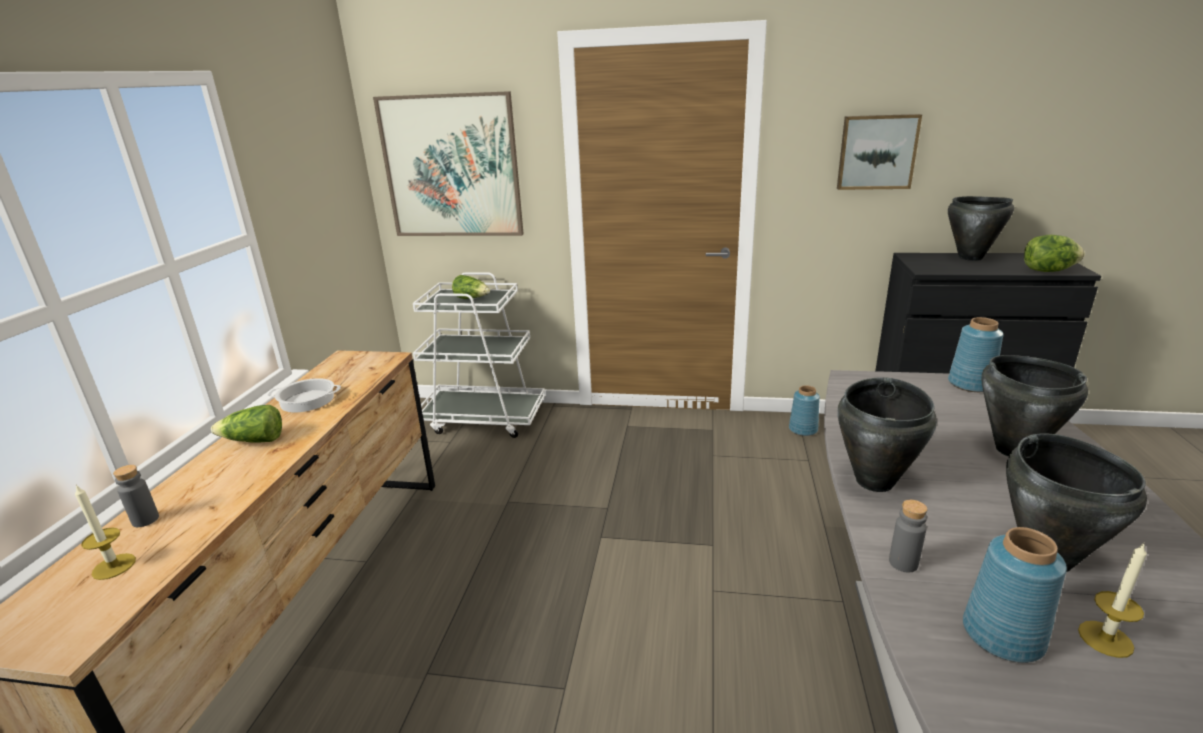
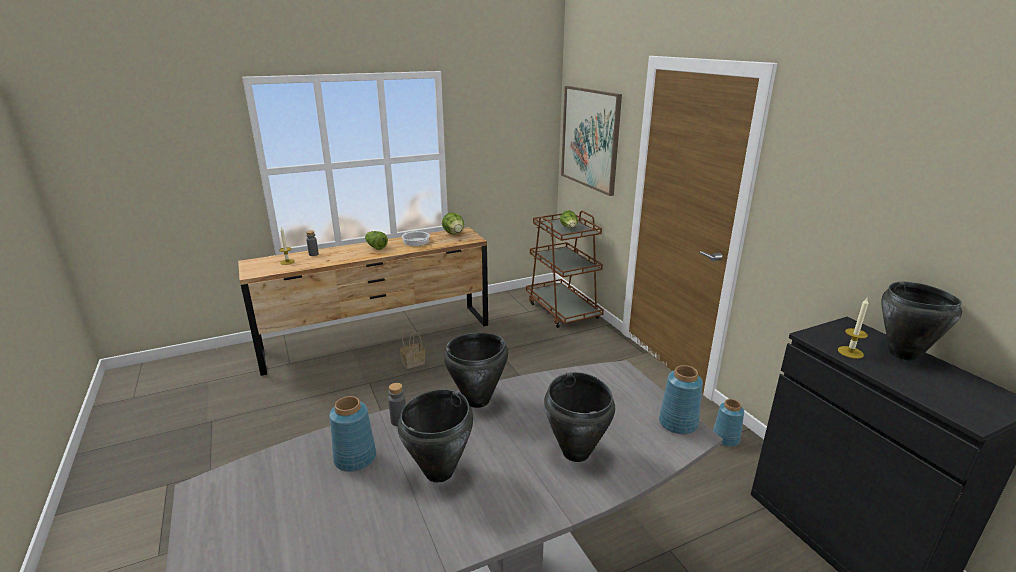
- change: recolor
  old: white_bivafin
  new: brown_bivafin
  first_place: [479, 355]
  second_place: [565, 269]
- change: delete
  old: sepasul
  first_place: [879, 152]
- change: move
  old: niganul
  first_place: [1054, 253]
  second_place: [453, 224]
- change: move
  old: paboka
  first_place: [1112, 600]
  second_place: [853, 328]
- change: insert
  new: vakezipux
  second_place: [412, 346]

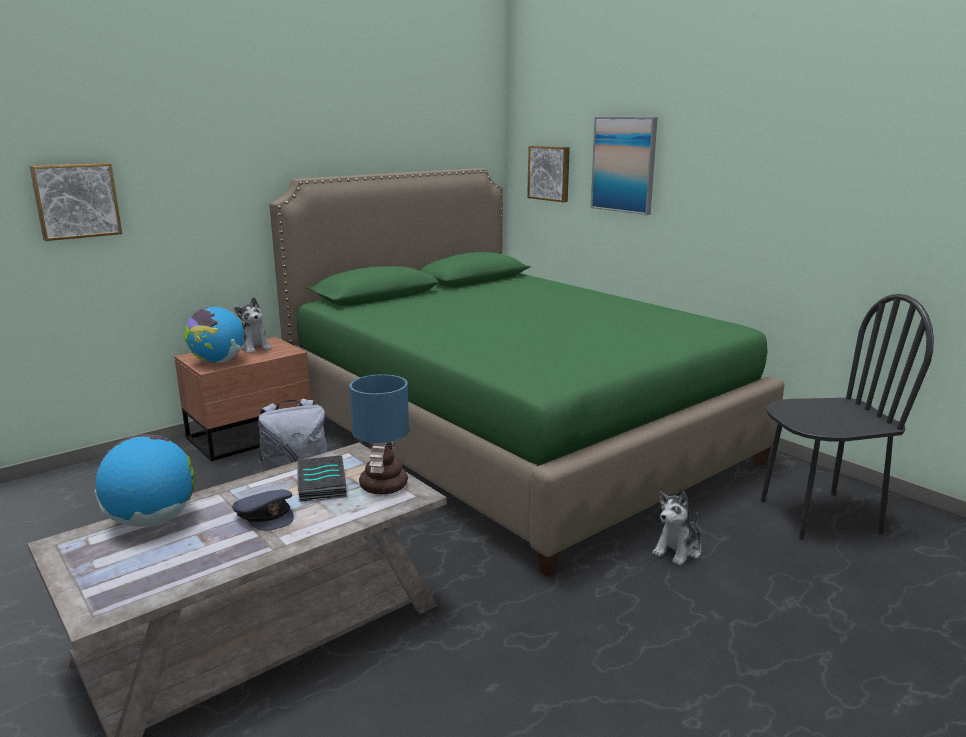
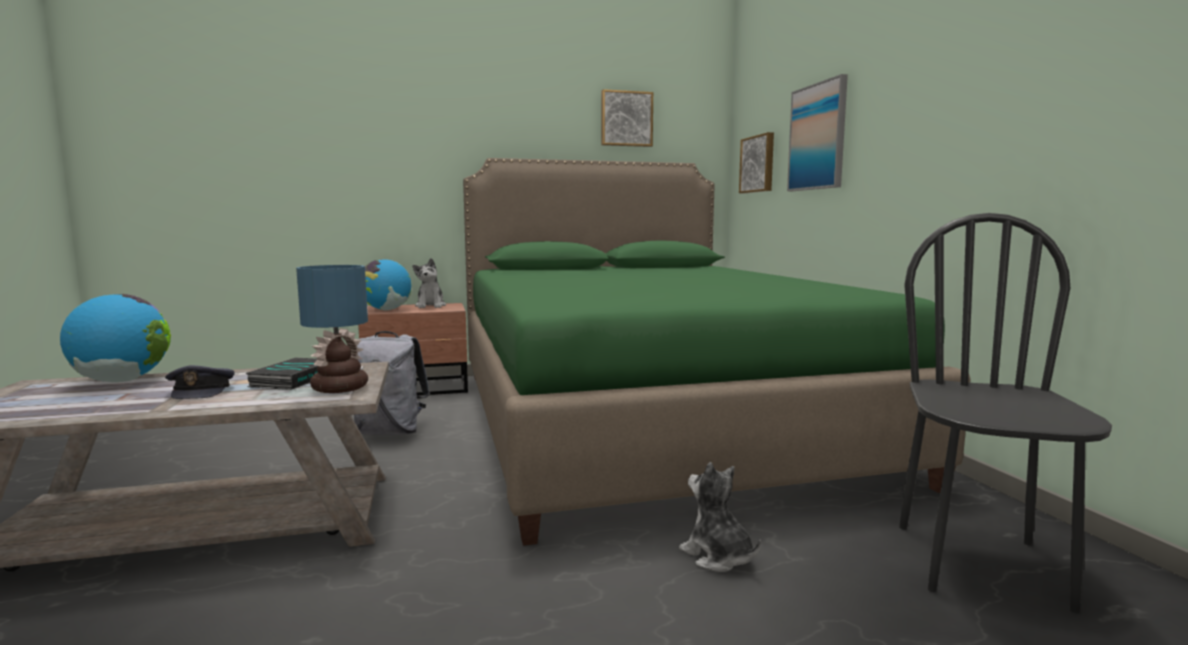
- change: move
  old: sepasul
  first_place: [75, 202]
  second_place: [627, 118]
- change: rotate
  old: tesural
  first_place: [677, 528]
  second_place: [720, 517]
  degrees: 75
- change: rotate
  old: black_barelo
  first_place: [847, 417]
  second_place: [1005, 413]
  degrees: -90

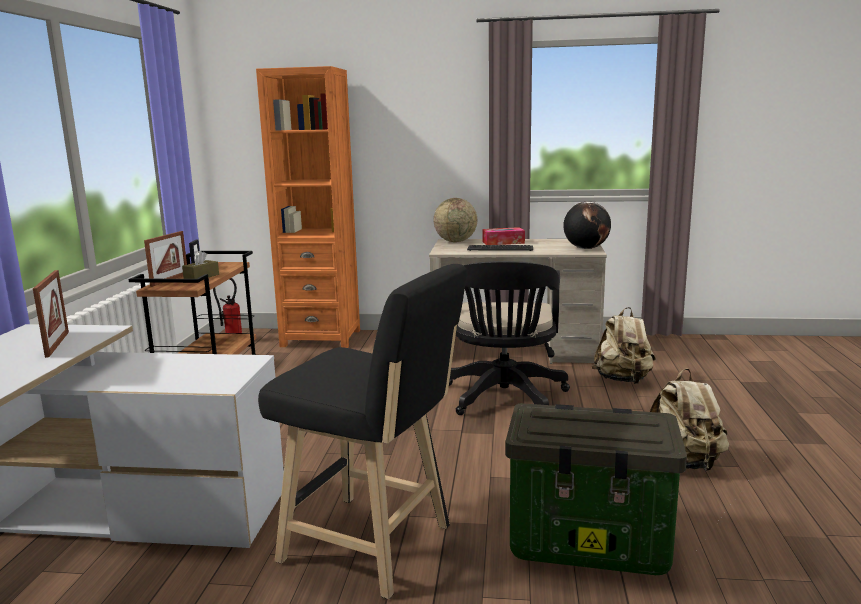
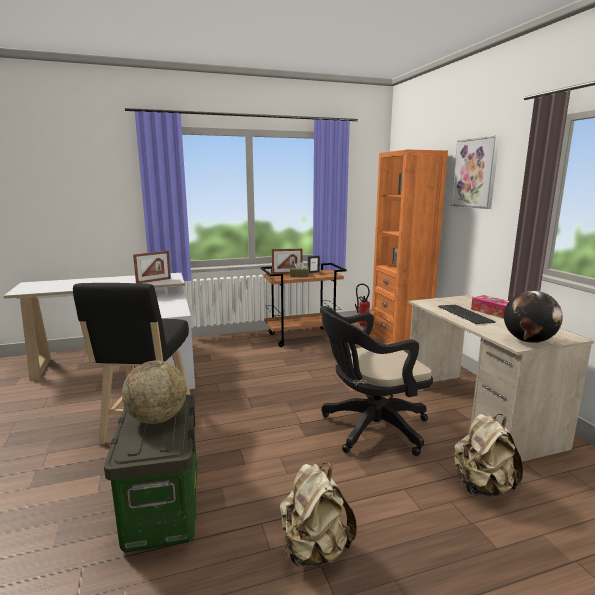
- change: move
  old: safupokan
  first_place: [455, 220]
  second_place: [154, 392]
- change: insert
  new: sepasul
  second_place: [475, 172]

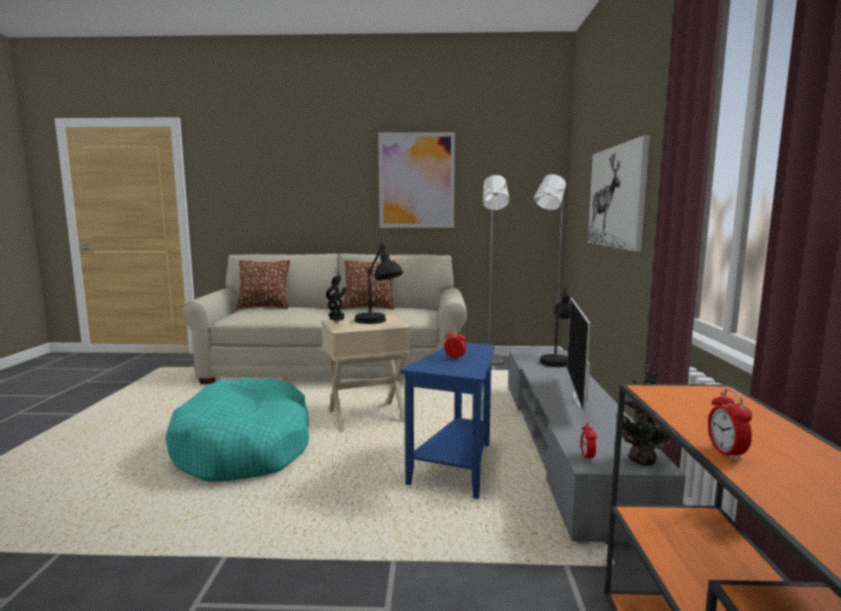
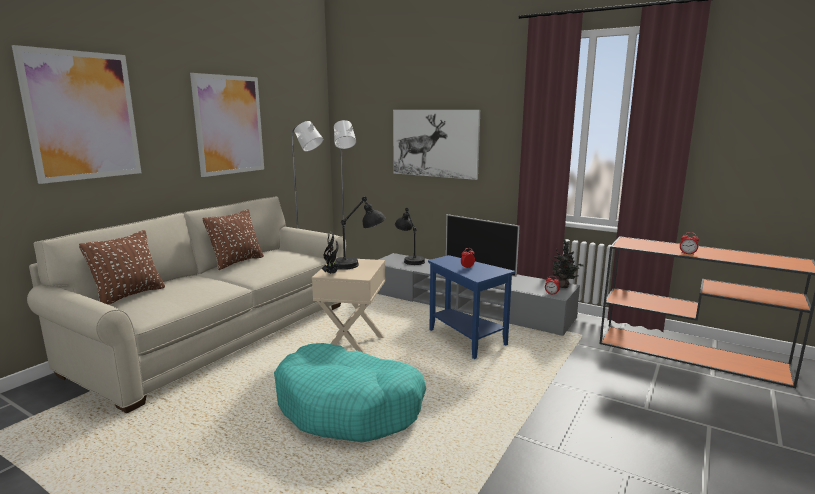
- change: insert
  new: sepasul
  second_place: [76, 114]

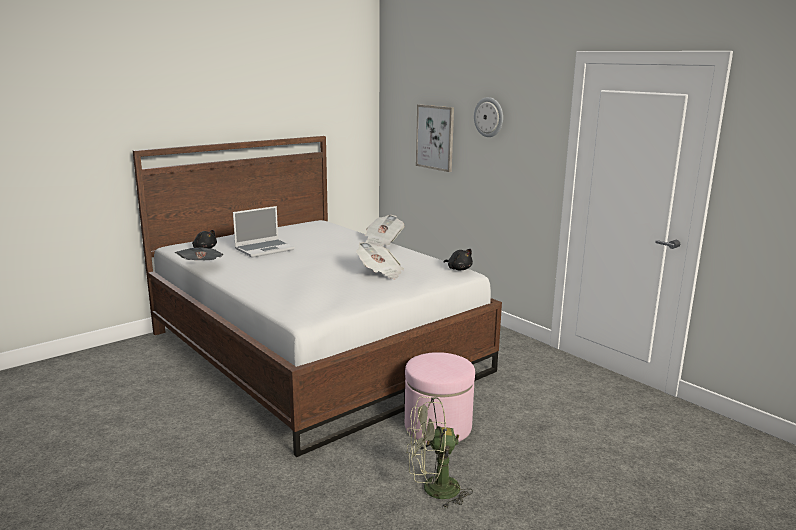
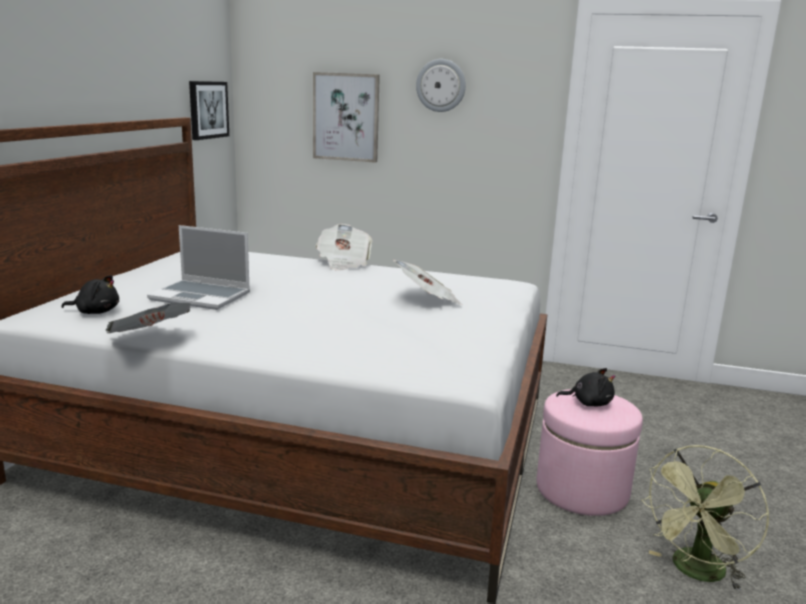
- change: rotate
  old: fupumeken
  first_place: [264, 232]
  second_place: [198, 267]
  degrees: 90
- change: move
  old: black_tesural
  first_place: [458, 259]
  second_place: [585, 387]
- change: insert
  new: sepasul
  second_place: [209, 110]

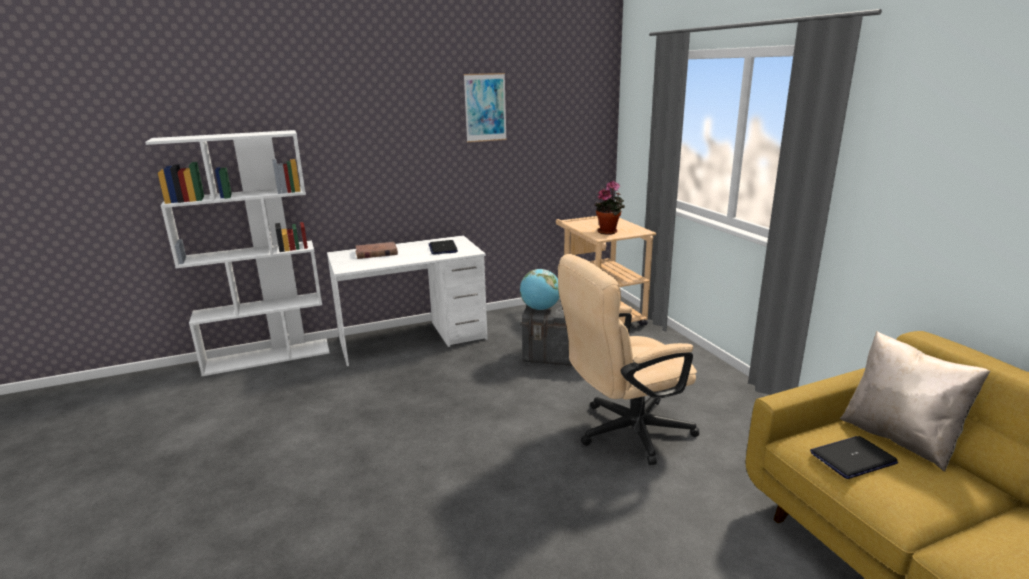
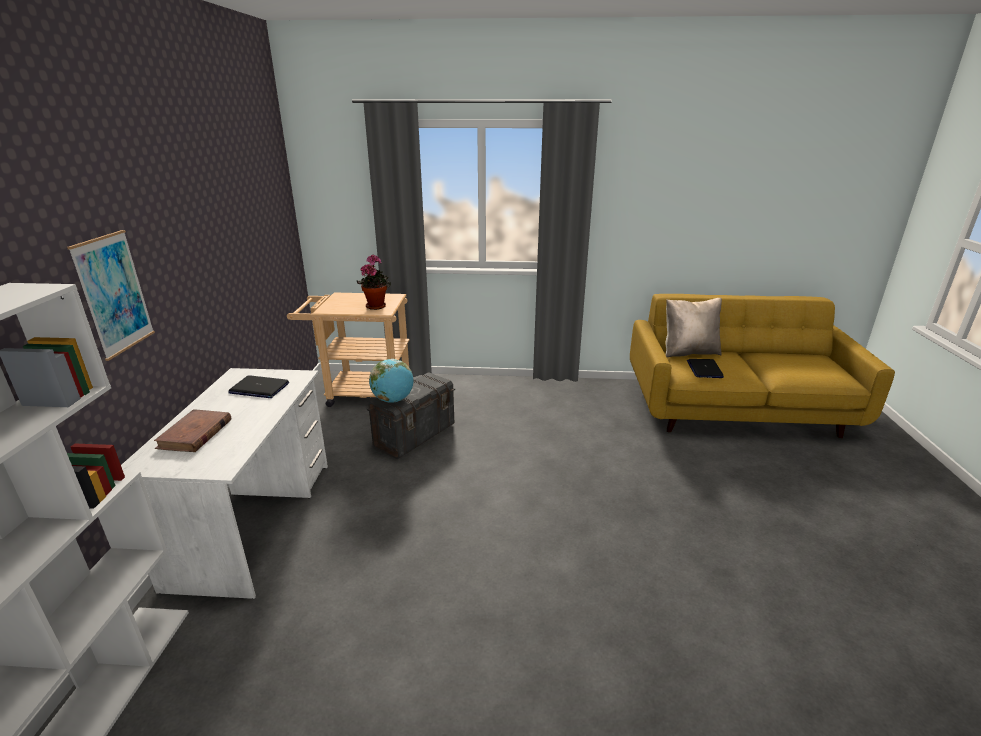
- change: move
  old: sepasul
  first_place: [485, 107]
  second_place: [111, 295]
- change: delete
  old: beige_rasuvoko
  first_place: [628, 359]

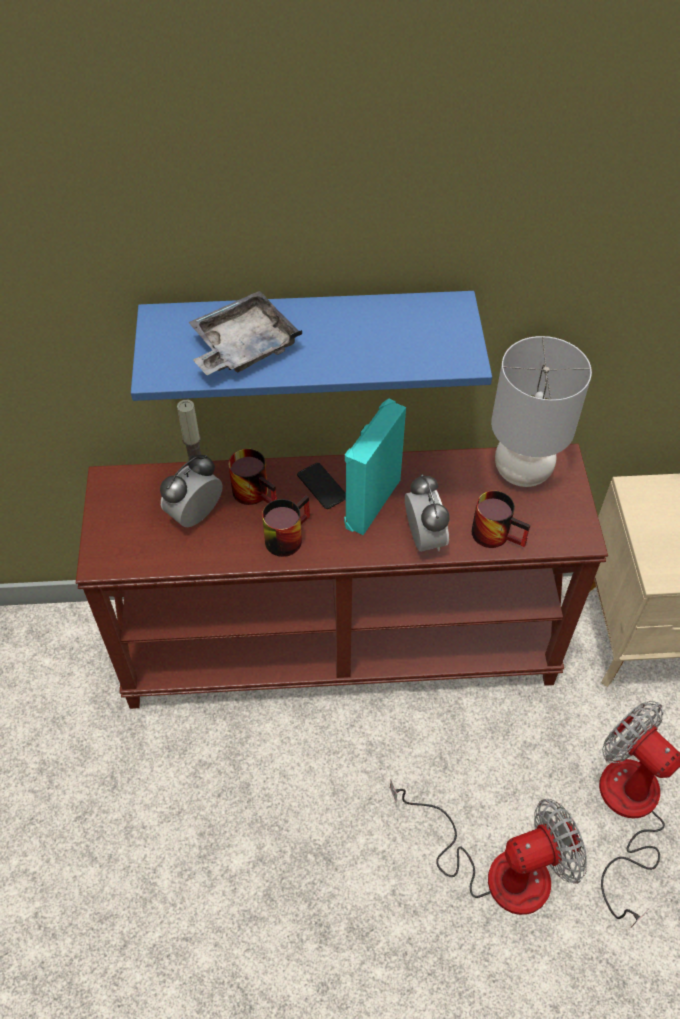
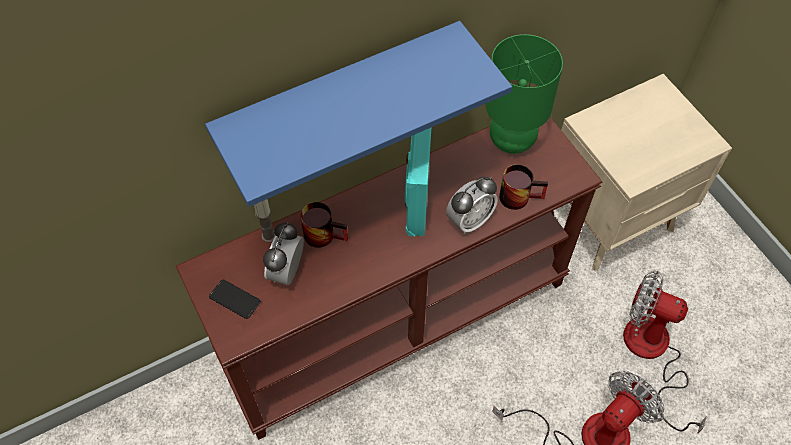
- change: delete
  old: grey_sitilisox
  first_place: [245, 333]
- change: delete
  old: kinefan
  first_place: [286, 526]
- change: move
  old: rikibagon
  first_place: [321, 486]
  second_place: [235, 299]
- change: rotate
  old: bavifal
  first_place: [427, 513]
  second_place: [472, 205]
  degrees: 90
- change: recolor
  old: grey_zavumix
  new: green_zavumix
  first_place: [541, 411]
  second_place: [524, 94]

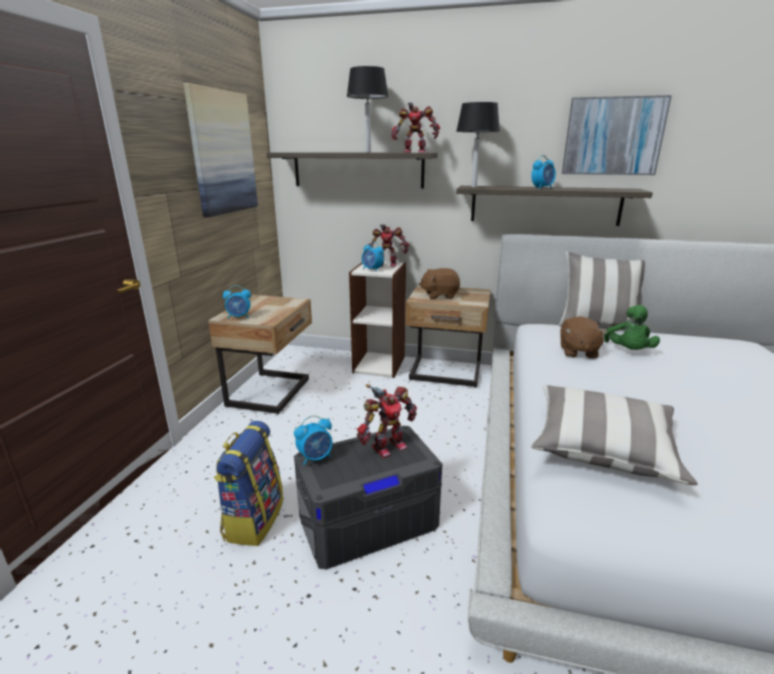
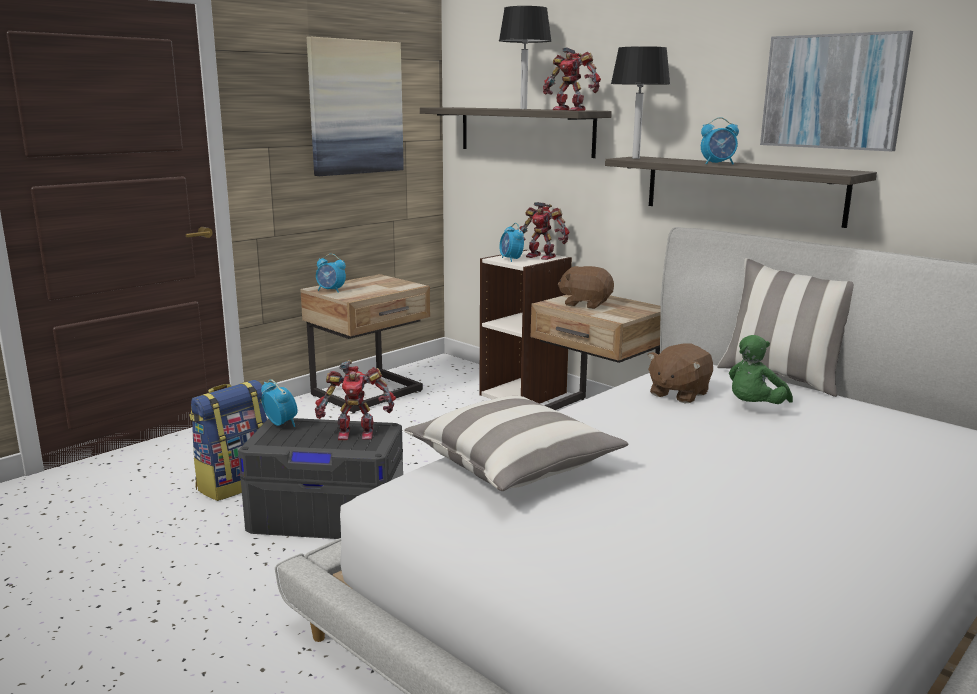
- change: rotate
  old: bavifal
  first_place: [313, 440]
  second_place: [279, 403]
  degrees: -135

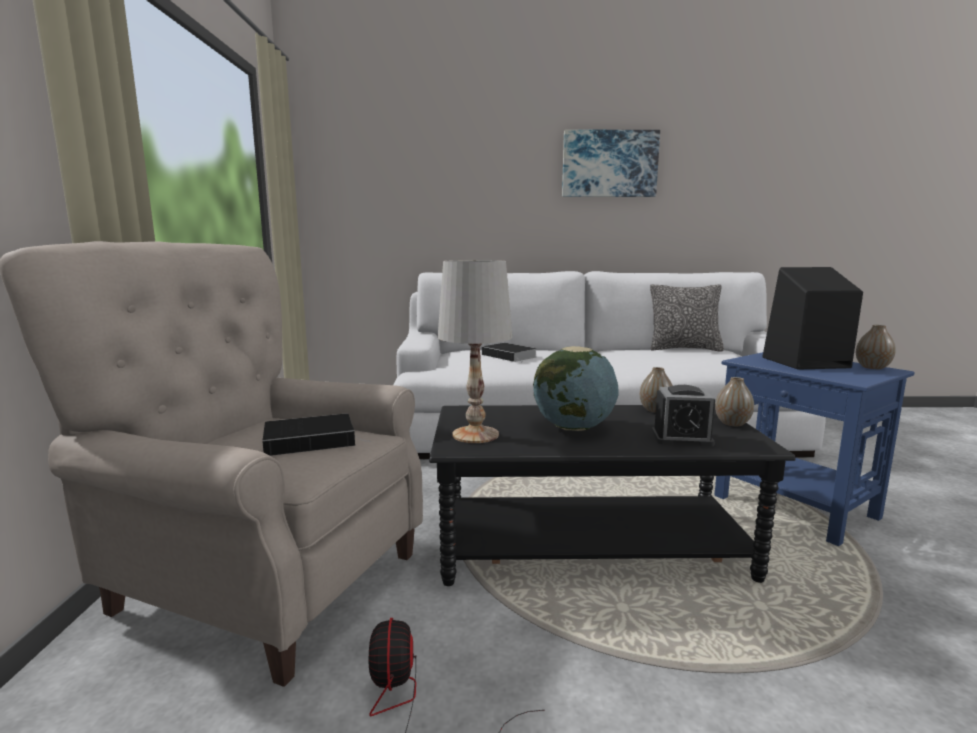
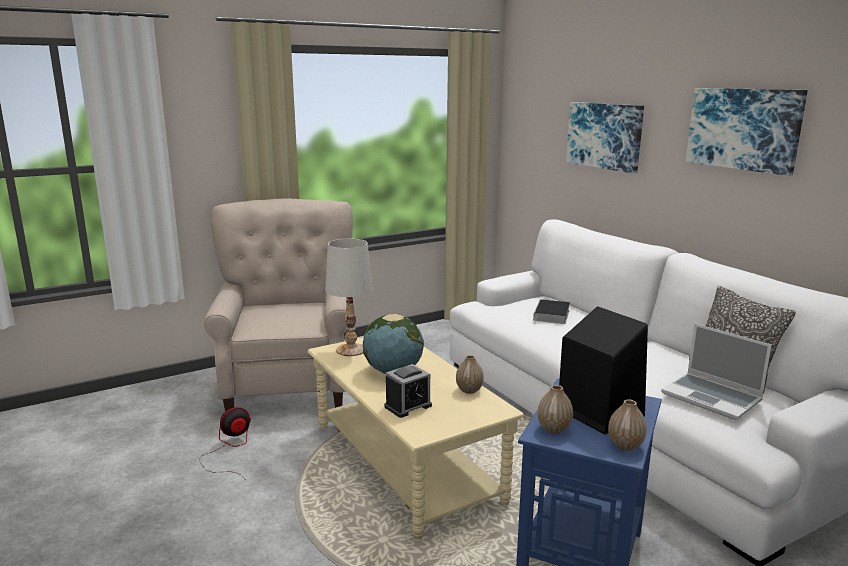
- change: delete
  old: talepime
  first_place: [315, 434]
- change: recolor
  old: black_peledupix
  new: beige_peledupix
  first_place: [612, 495]
  second_place: [415, 438]
- change: rotate
  old: bavifal
  first_place: [683, 415]
  second_place: [408, 391]
  degrees: -105
- change: move
  old: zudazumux
  first_place: [734, 401]
  second_place: [555, 409]
- change: insert
  new: sepasul
  second_place: [605, 137]
- change: insert
  new: fupumeken
  second_place: [716, 371]

